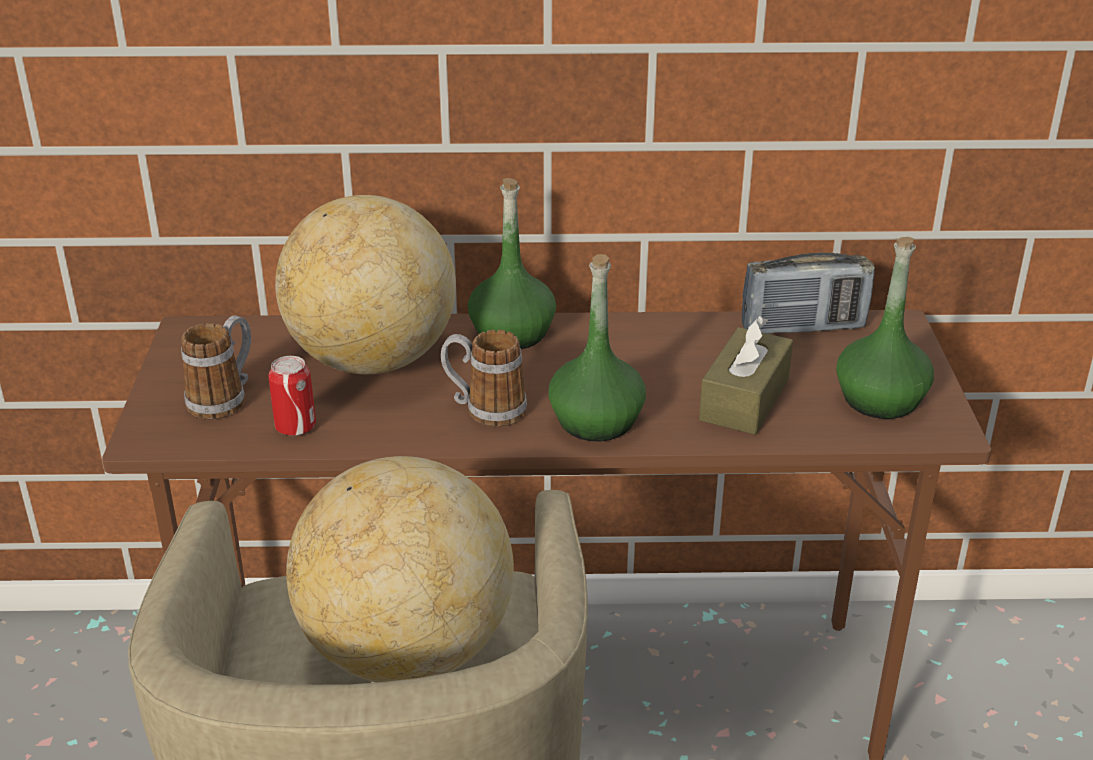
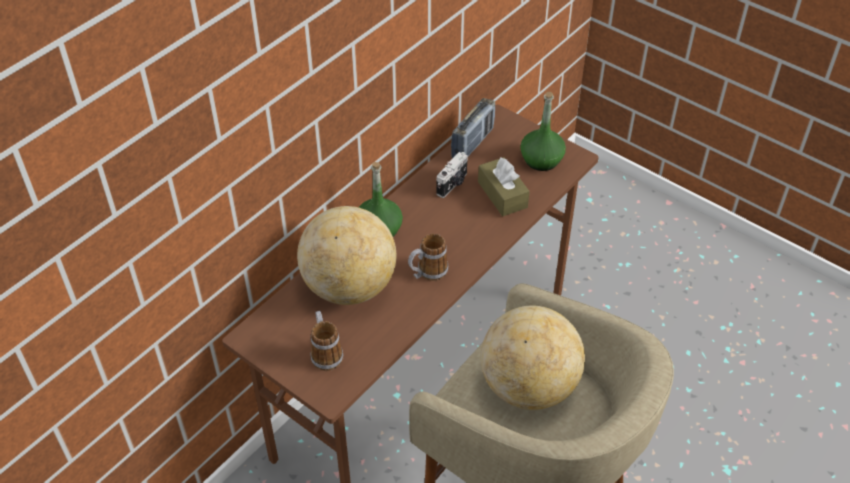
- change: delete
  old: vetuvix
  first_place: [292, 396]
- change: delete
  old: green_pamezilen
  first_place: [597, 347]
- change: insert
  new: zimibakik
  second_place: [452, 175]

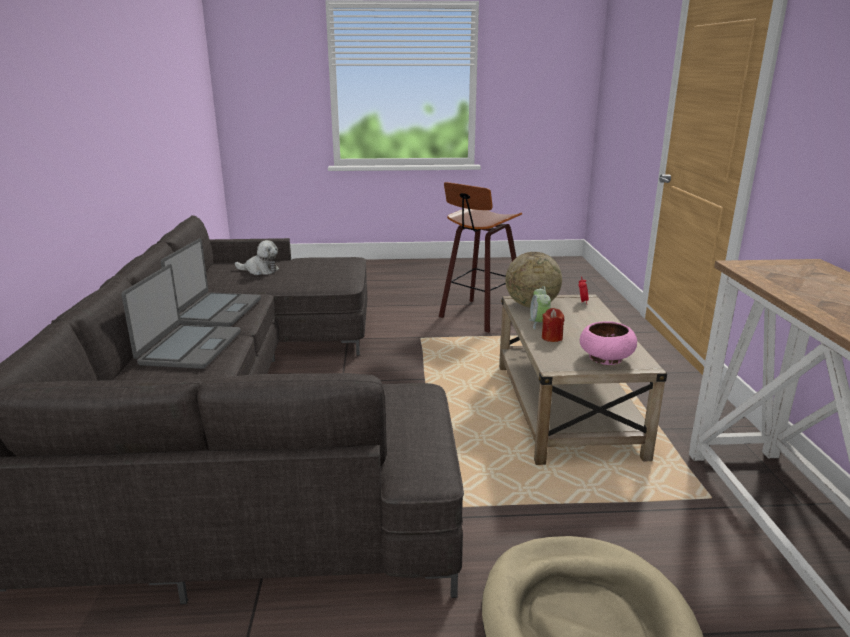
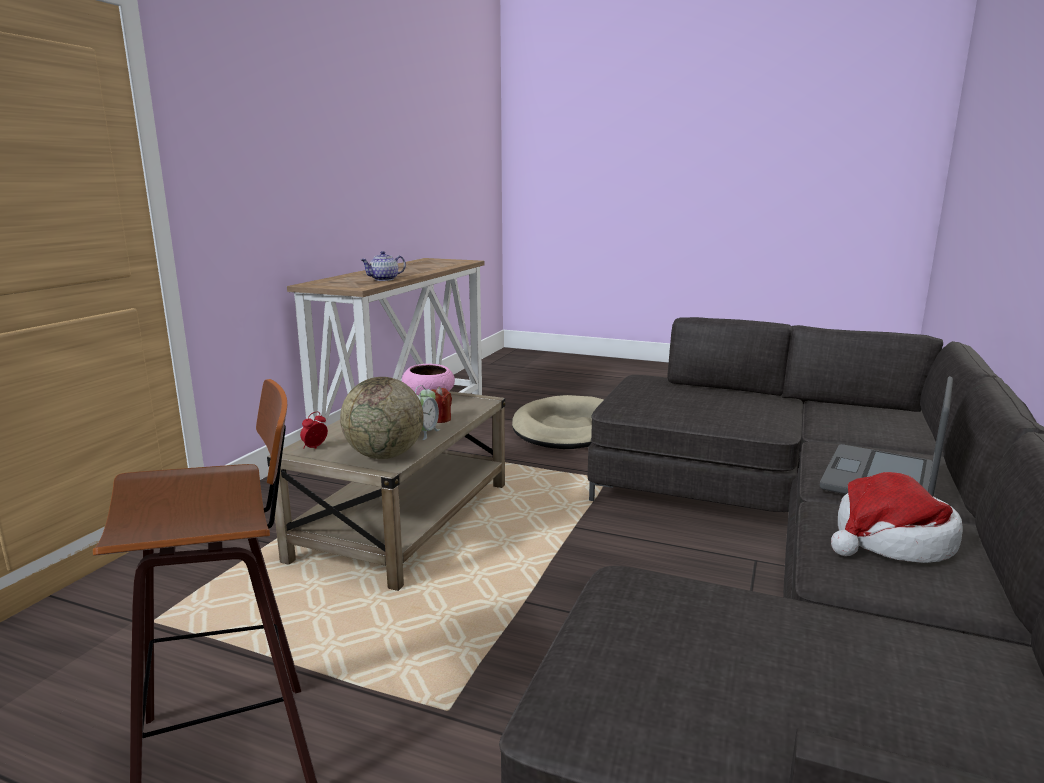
- change: replace
  old: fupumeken
  new: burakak
  first_place: [211, 282]
  second_place: [897, 517]
- change: delete
  old: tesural
  first_place: [257, 257]
- change: insert
  new: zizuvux
  second_place: [383, 266]

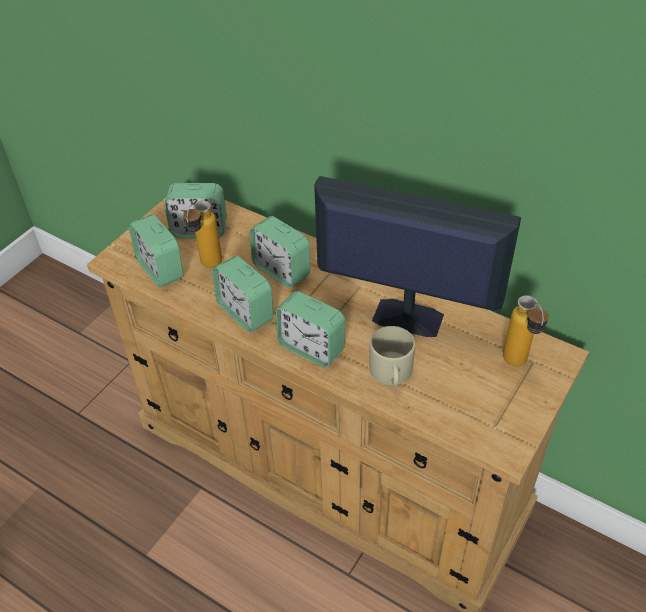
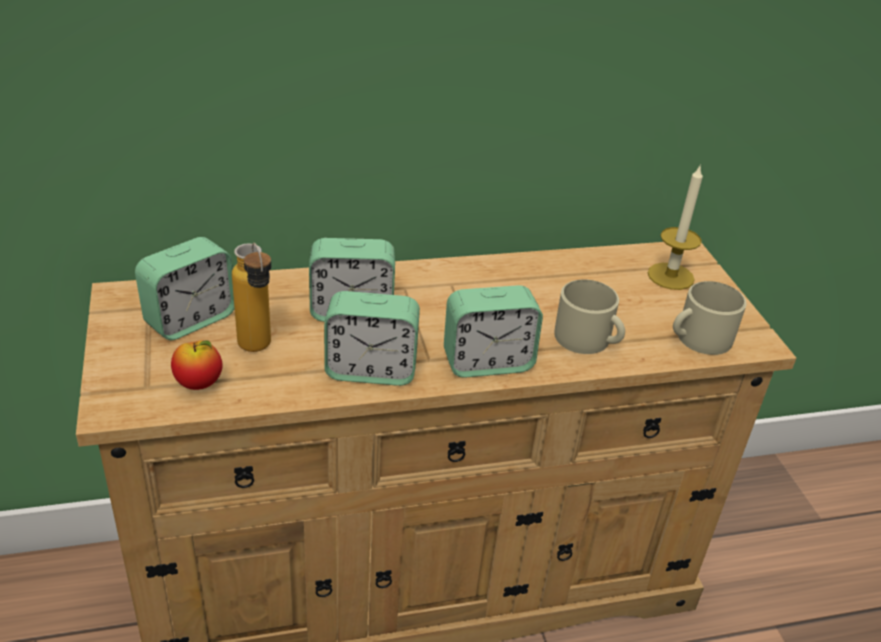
- change: replace
  old: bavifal
  new: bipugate
  first_place: [156, 251]
  second_place: [197, 365]
- change: delete
  old: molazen
  first_place: [417, 256]
- change: replace
  old: pamezilen
  new: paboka
  first_place: [525, 330]
  second_place: [675, 227]
- change: insert
  new: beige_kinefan
  second_place: [709, 318]

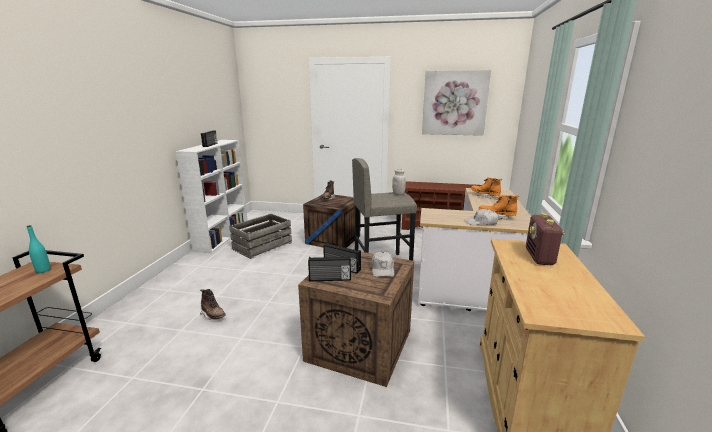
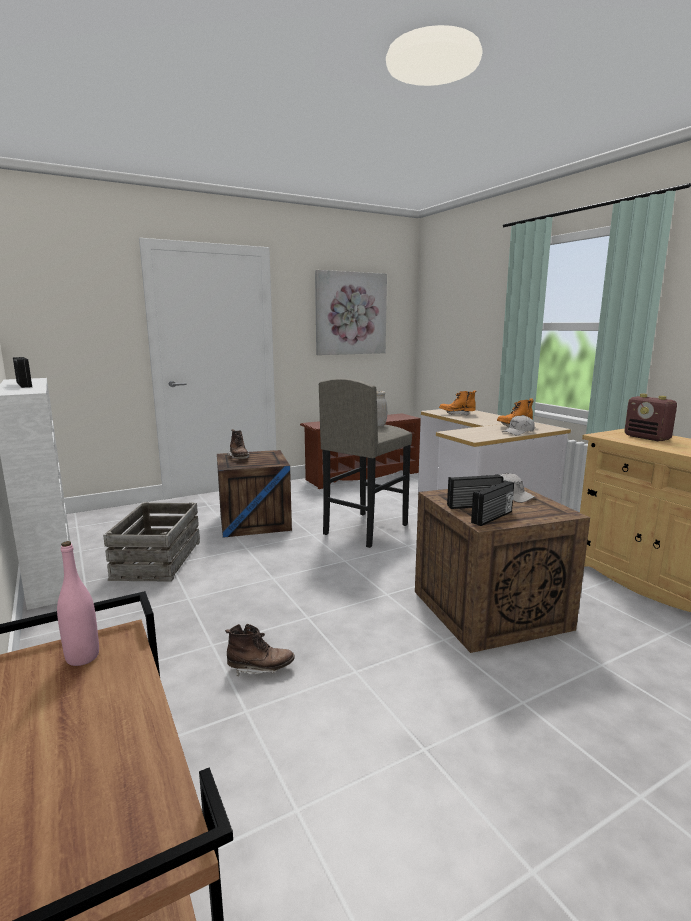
- change: recolor
  old: turquoise_pamezilen
  new: pink_pamezilen
  first_place: [39, 249]
  second_place: [78, 603]

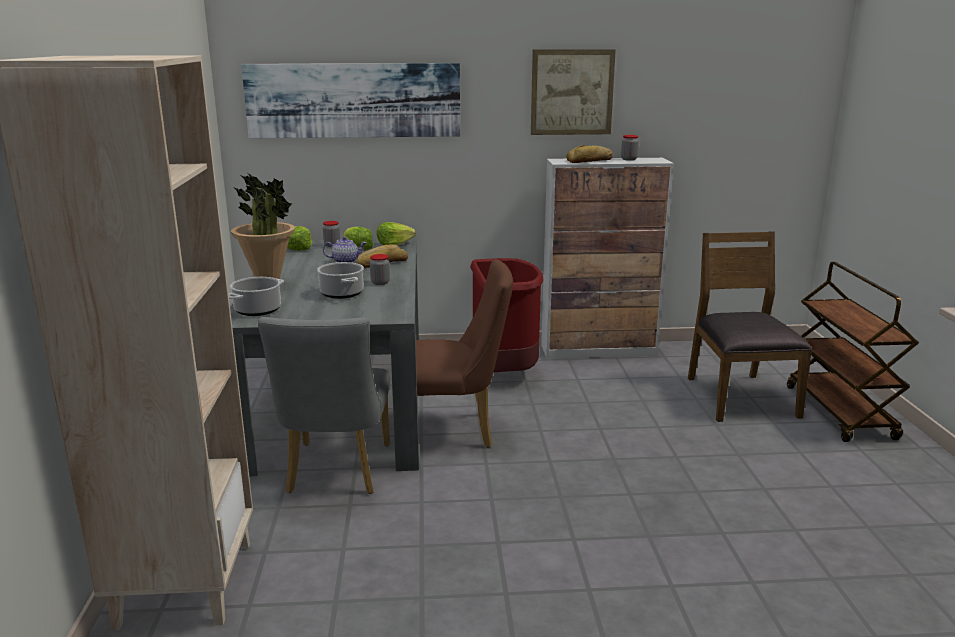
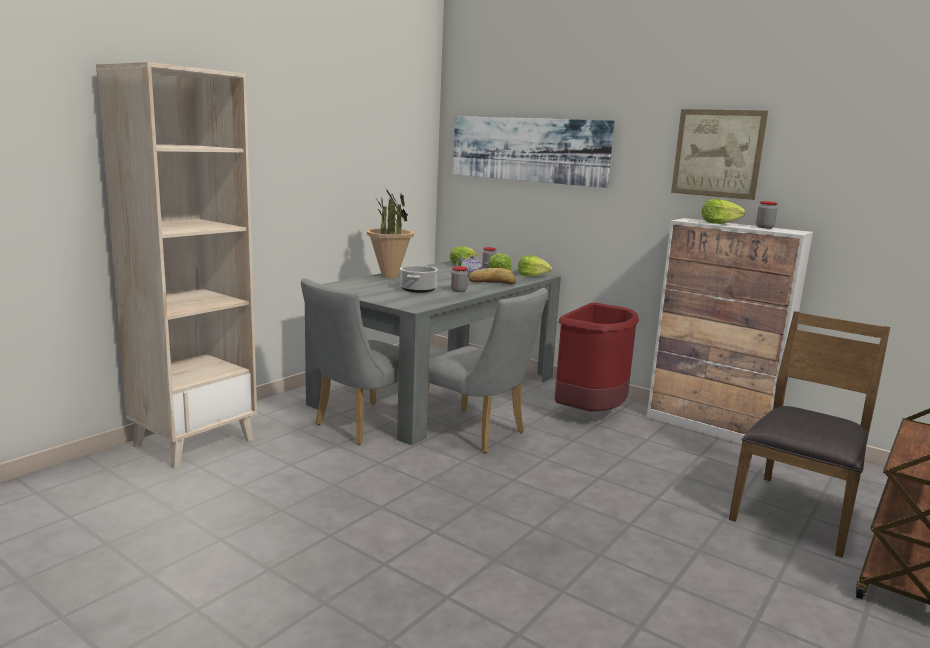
- change: delete
  old: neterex
  first_place: [256, 296]
- change: recolor
  old: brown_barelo
  new: grey_barelo
  first_place: [464, 353]
  second_place: [488, 370]
- change: replace
  old: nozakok
  new: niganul
  first_place: [589, 154]
  second_place: [723, 211]

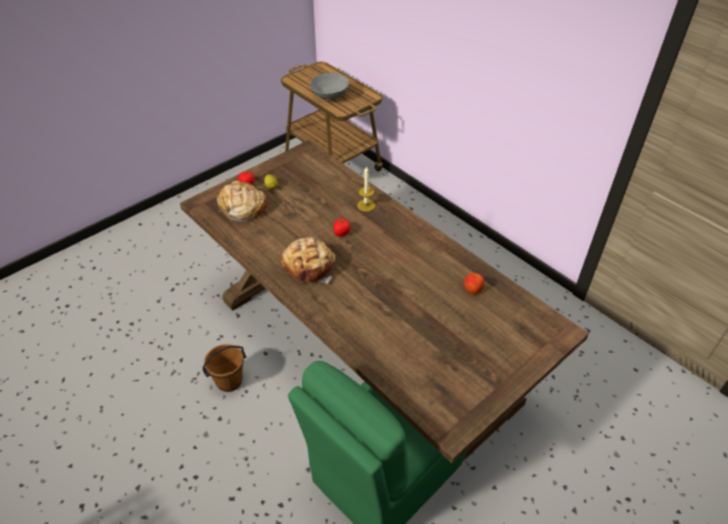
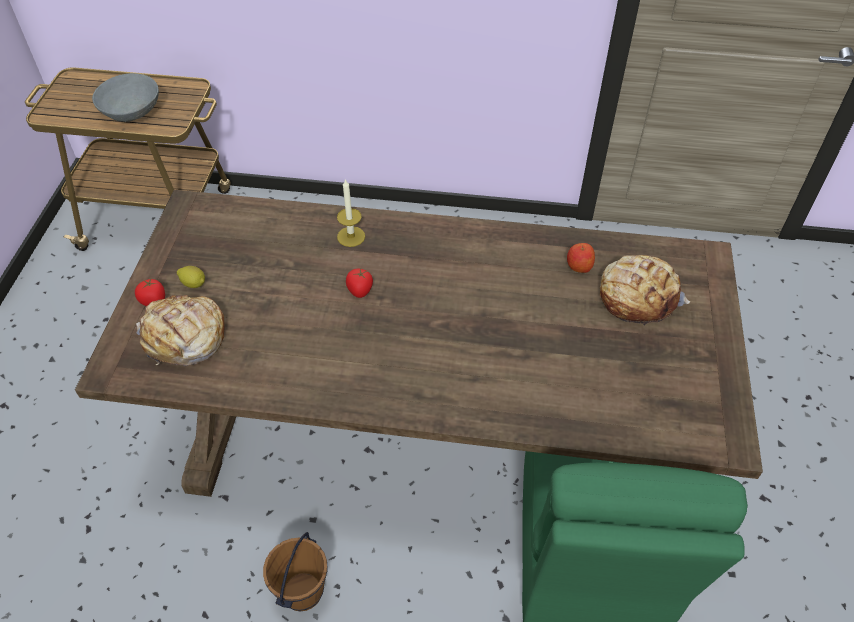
- change: move
  old: nozakok
  first_place: [308, 260]
  second_place: [645, 290]

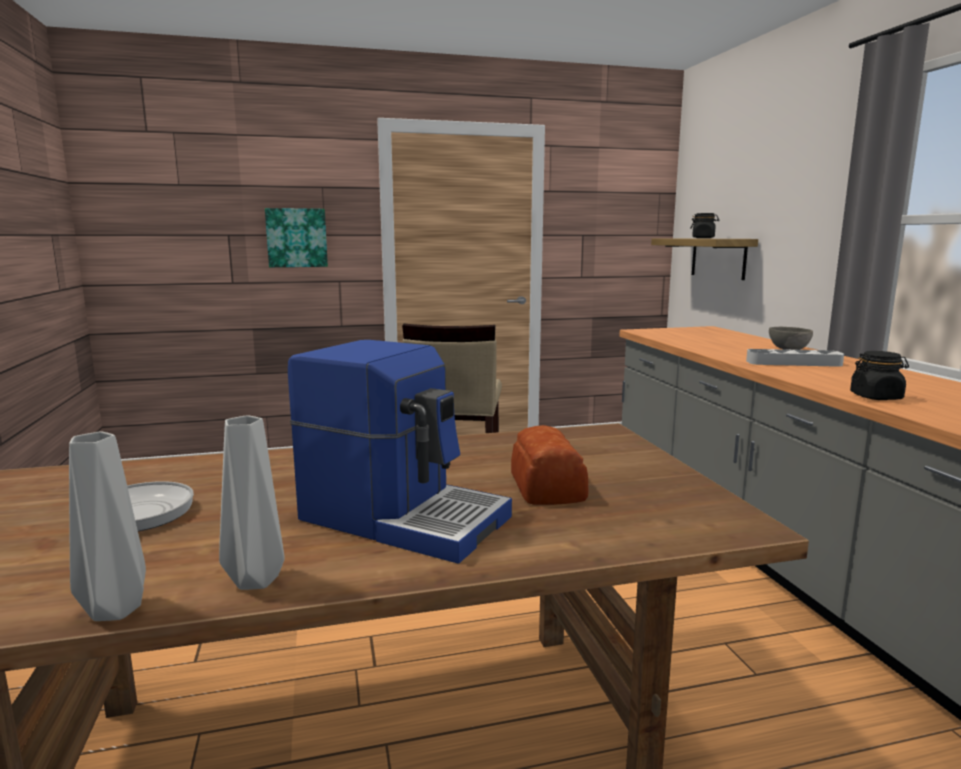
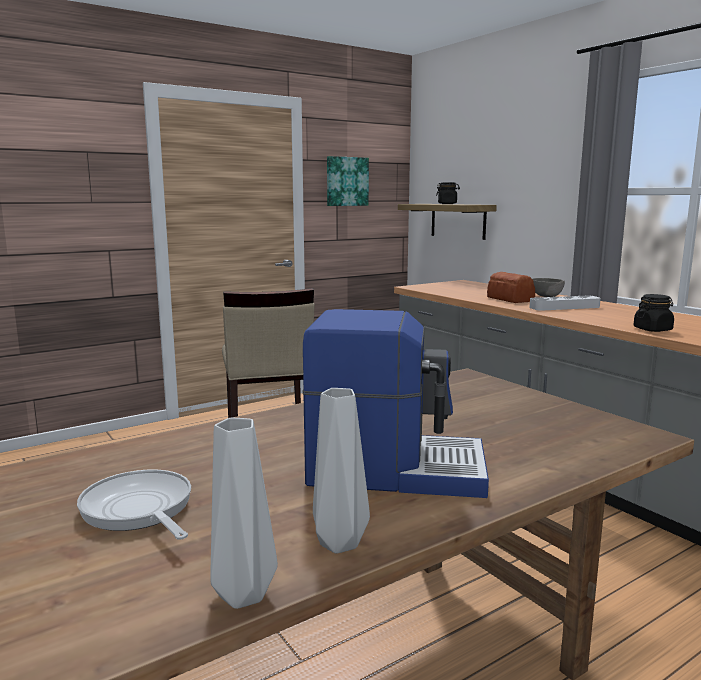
- change: move
  old: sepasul
  first_place: [296, 237]
  second_place: [348, 181]
- change: move
  old: nozakok
  first_place: [549, 465]
  second_place: [511, 287]

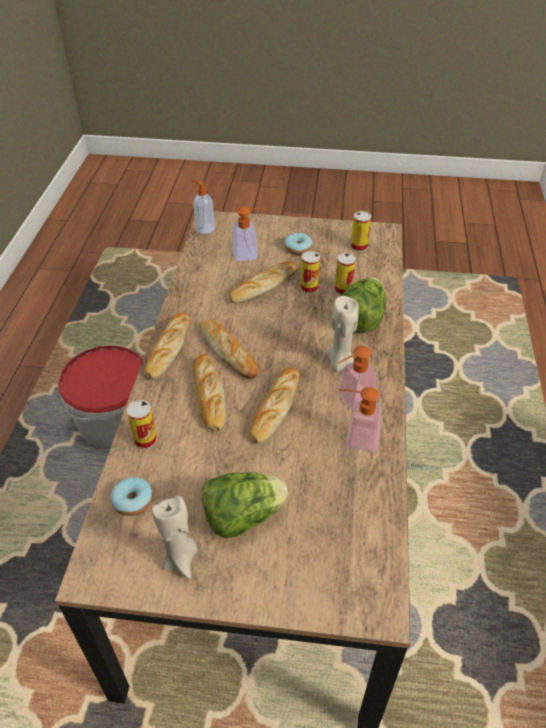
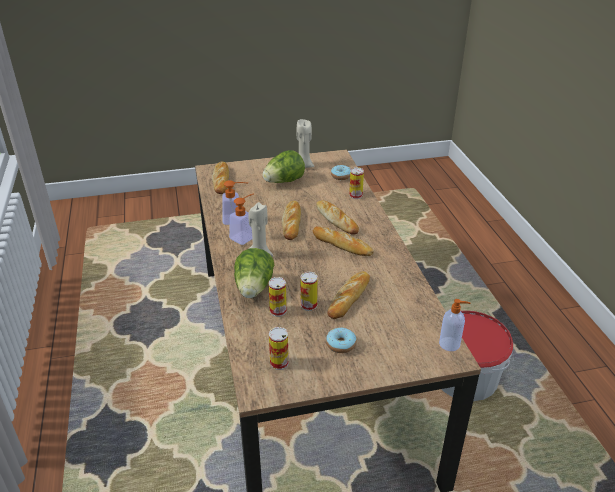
- change: move
  old: nozakok
  first_place: [167, 346]
  second_place: [220, 178]
- change: delete
  old: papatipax
  first_place: [249, 233]

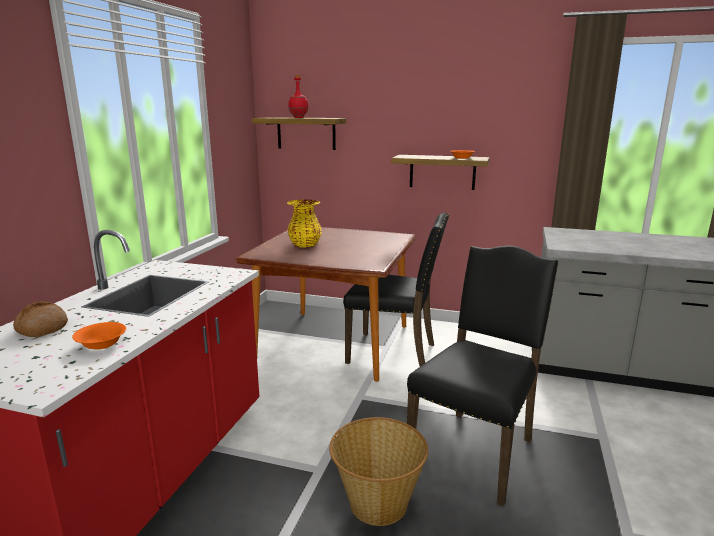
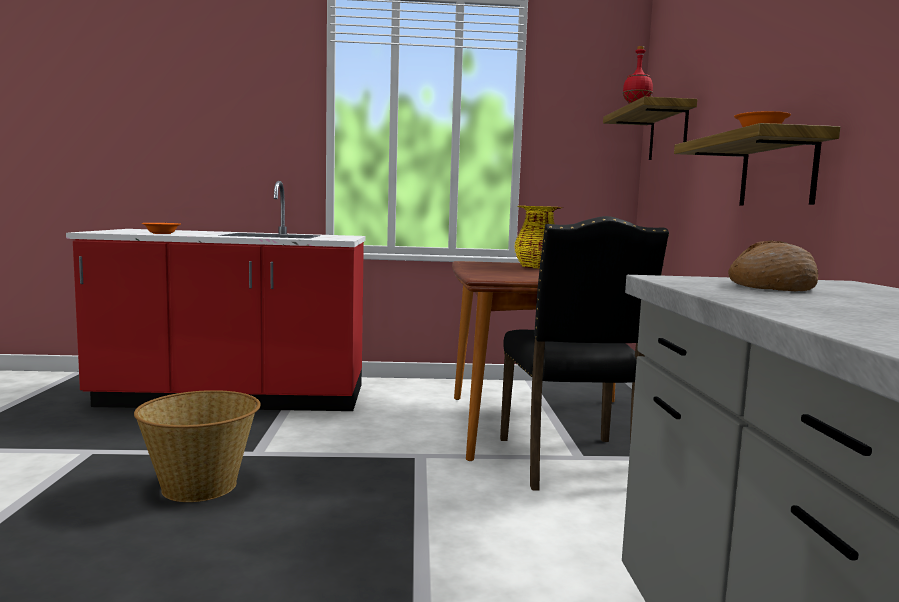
- change: move
  old: nozakok
  first_place: [40, 319]
  second_place: [773, 265]
- change: delete
  old: black_barelo
  first_place: [482, 376]

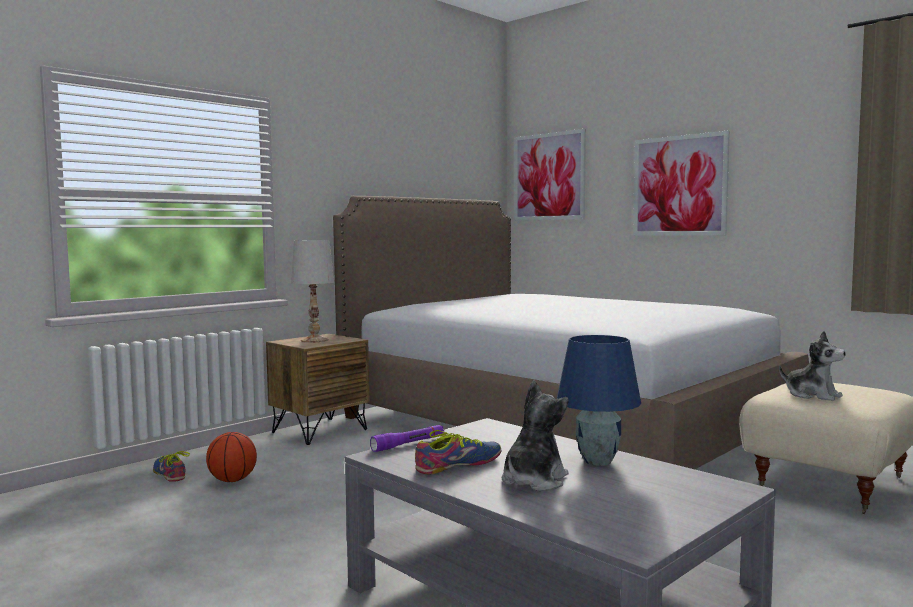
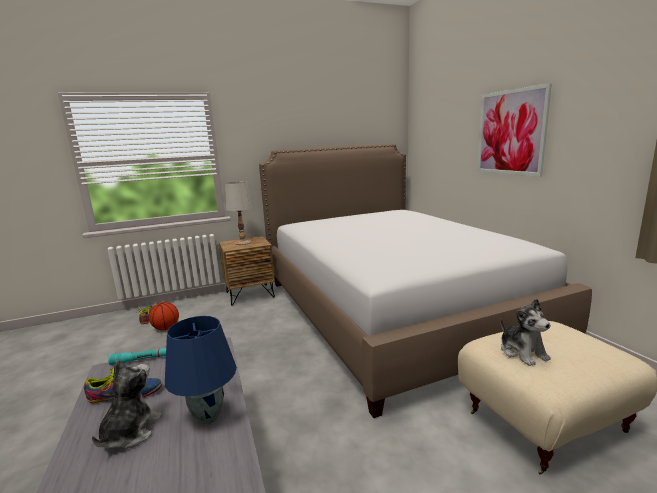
- change: recolor
  old: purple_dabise
  new: turquoise_dabise
  first_place: [407, 438]
  second_place: [137, 356]
- change: rotate
  old: tesural
  first_place: [535, 435]
  second_place: [127, 404]
  degrees: -45
- change: delete
  old: sepasul
  first_place: [550, 175]

